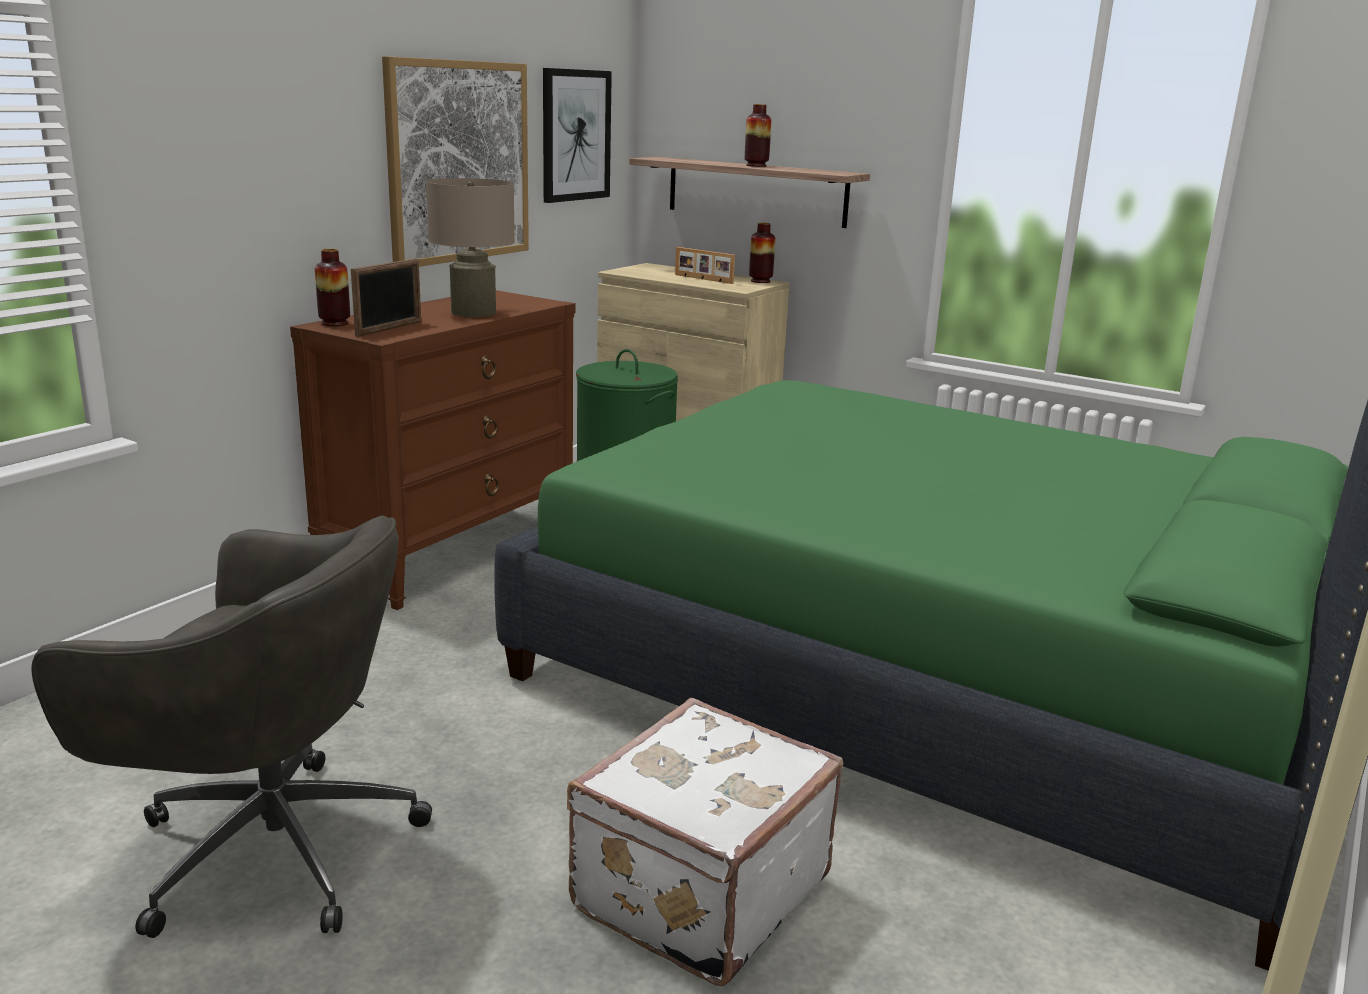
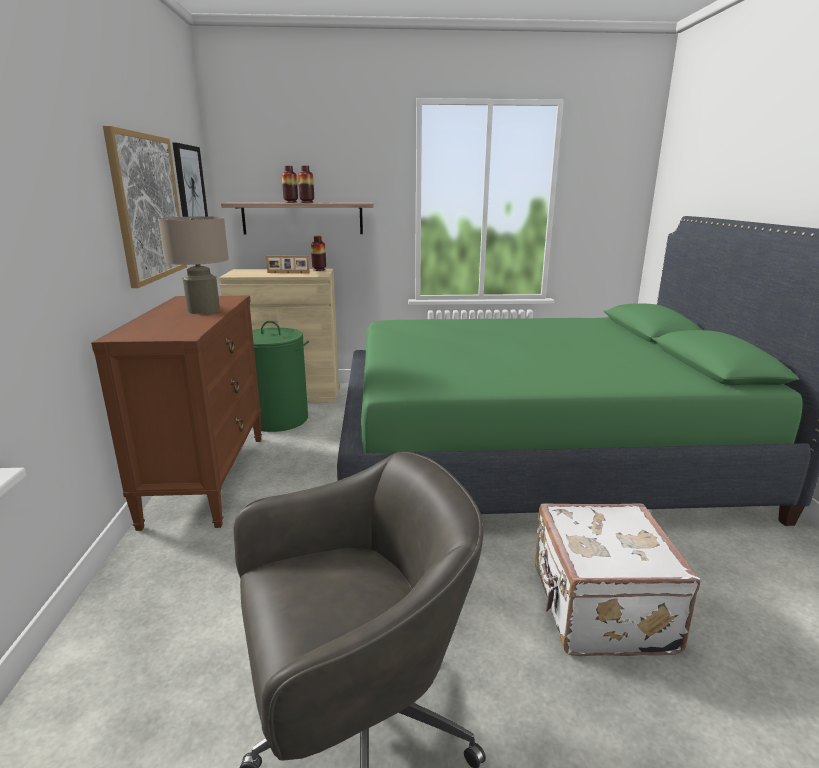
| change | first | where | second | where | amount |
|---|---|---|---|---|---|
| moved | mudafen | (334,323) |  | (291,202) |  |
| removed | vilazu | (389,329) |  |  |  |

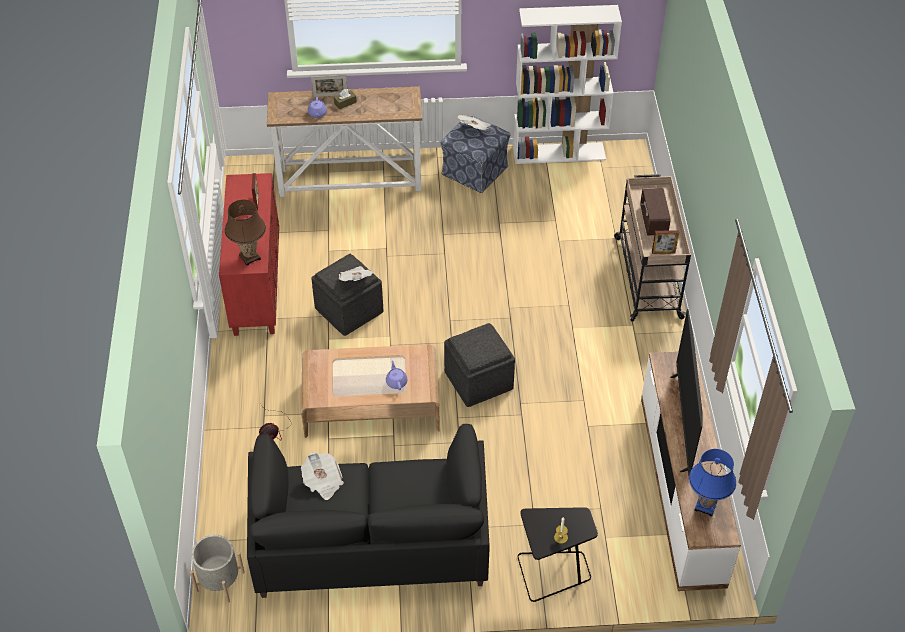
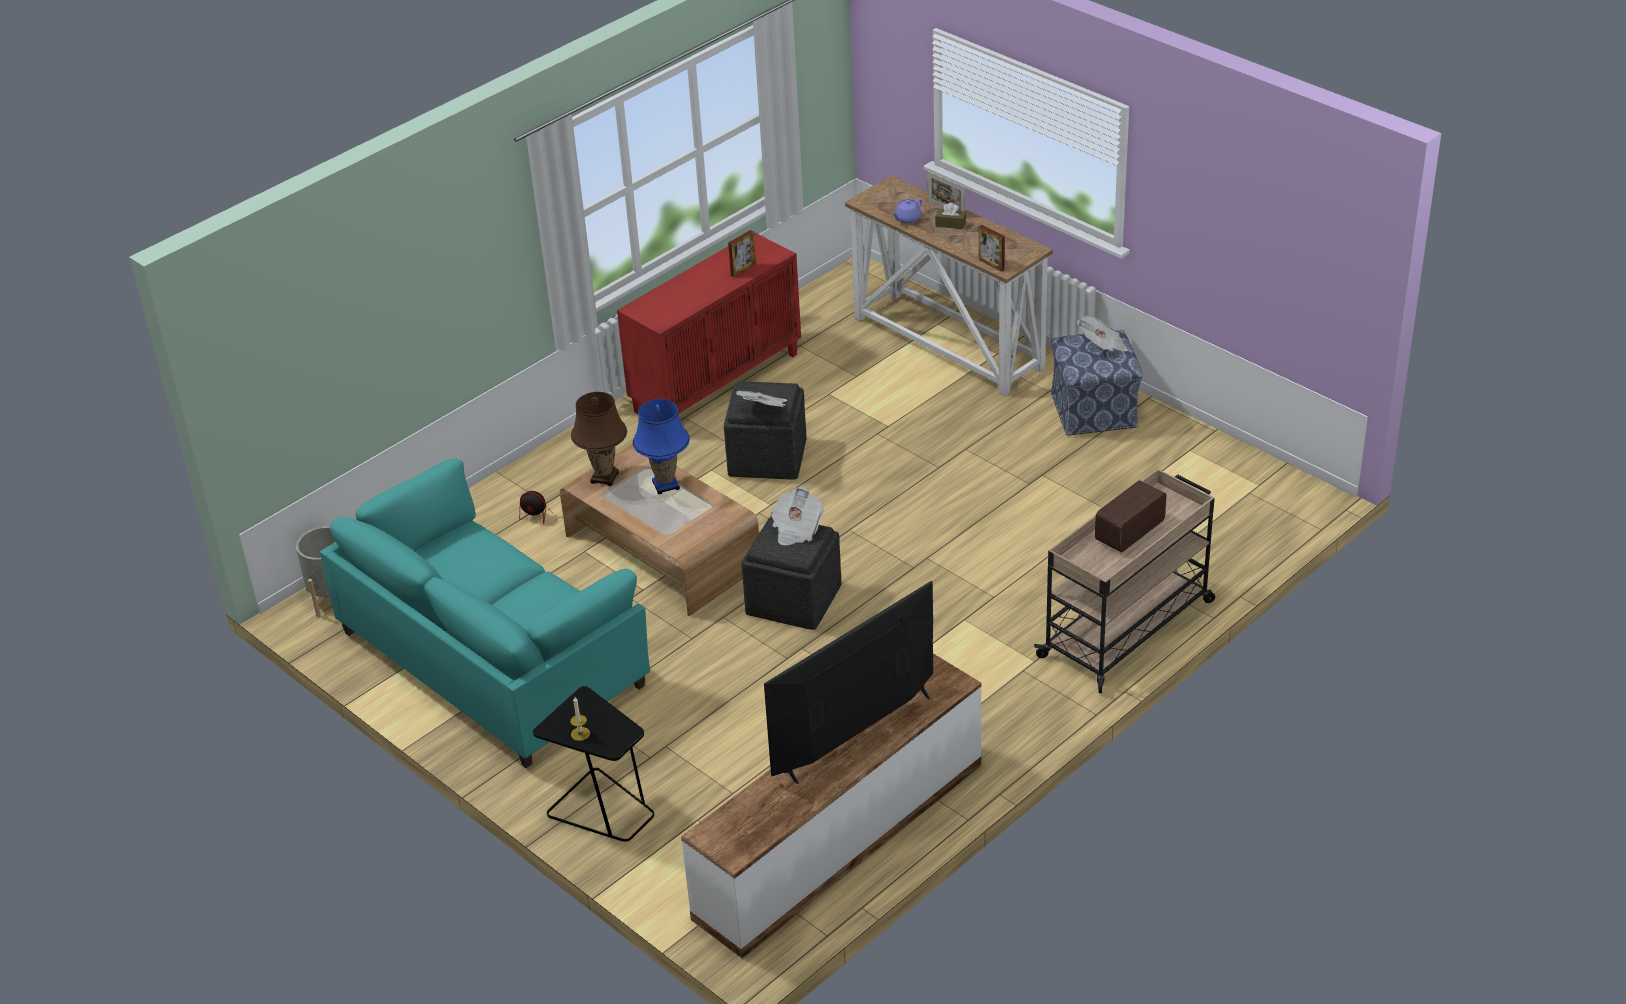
| change | first | where | second | where | amount |
|---|---|---|---|---|---|
| moved | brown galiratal | (249,257) |  | (604,477) |  |
| recoloured | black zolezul | (371,539) | turquoise zolezul | (494,657) |  |
| moved | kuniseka | (323,482) |  | (796,529) |  |
| removed | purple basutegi | (396,382) |  |  |  |
| removed | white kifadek | (559,153) |  |  |  |
| moved | vilazu | (663,252) |  | (991,265) |  |
| moved | blue galiratal | (705,506) |  | (665,485) |  |

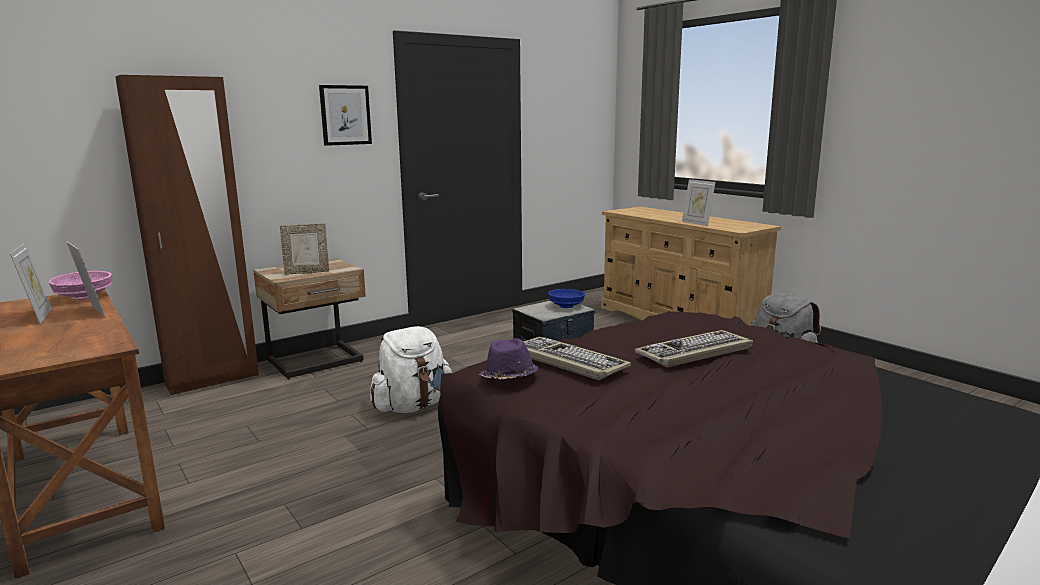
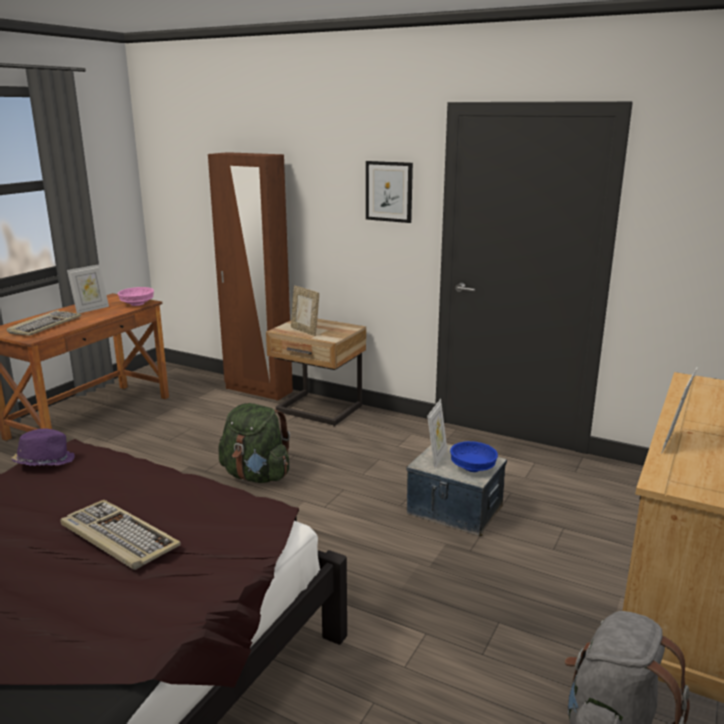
| change | first | where | second | where | amount |
|---|---|---|---|---|---|
| moved | vilazu | (91,312) |  | (436,458) |  |
| recoloured | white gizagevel | (412,406) | green gizagevel | (256,476) |  |
| moved | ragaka | (566,361) |  | (45,325) |  |

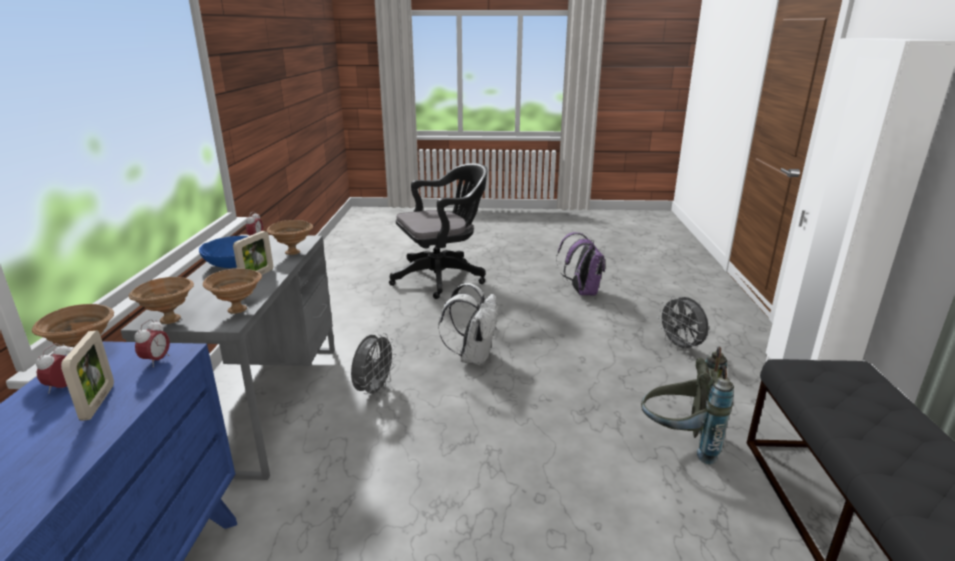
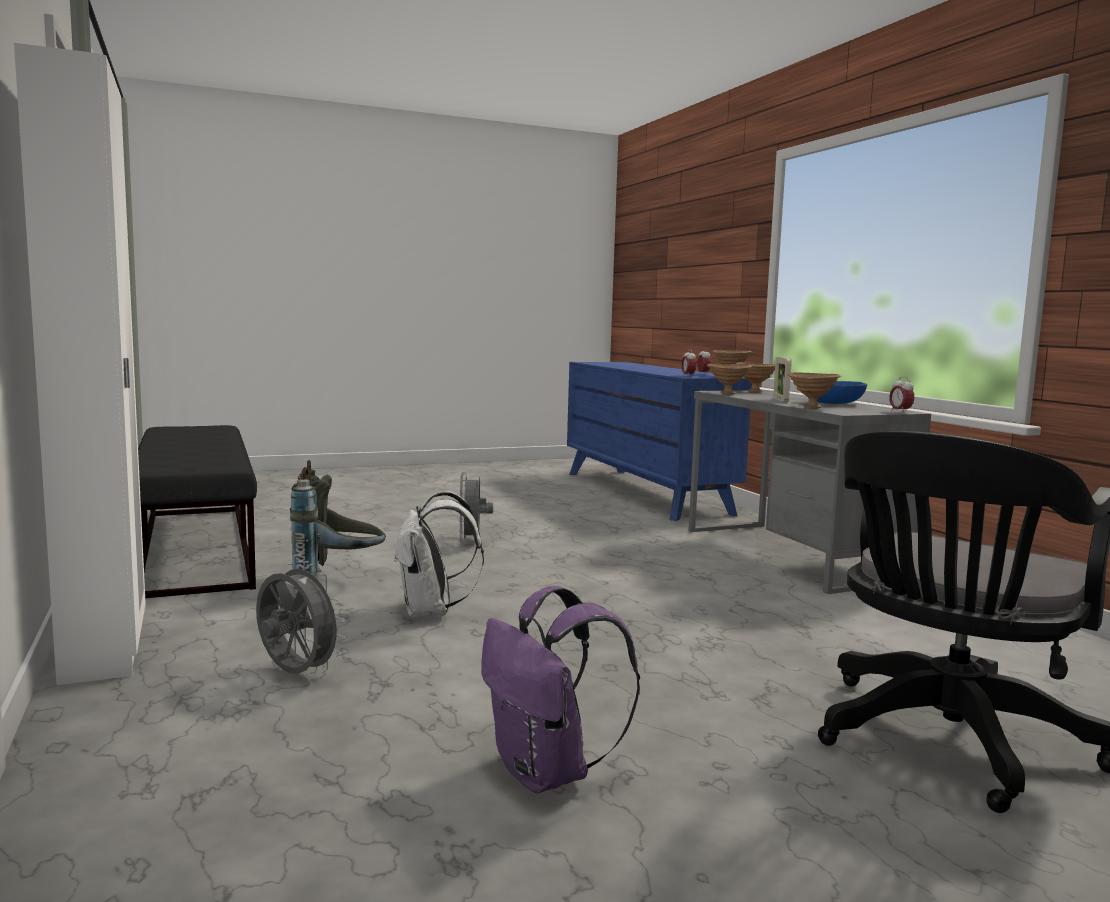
| change | first | where | second | where | amount |
|---|---|---|---|---|---|
| removed | vilazu | (98,402) |  |  |  |
| moved | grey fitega | (374,390) |  | (472,542) |  |
| moved | white gizagevel | (473,357) |  | (431,612) |  |

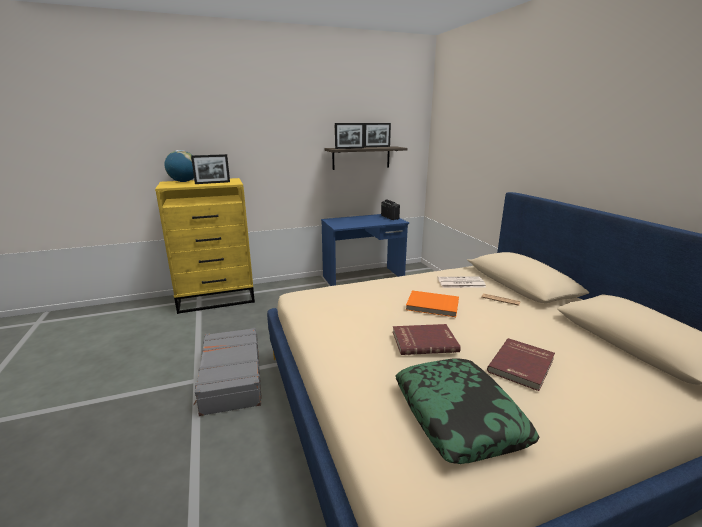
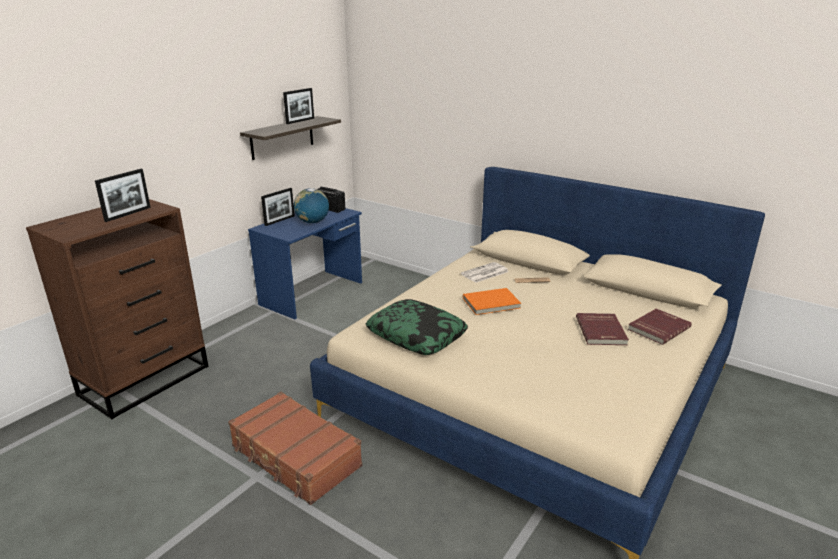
| change | first | where | second | where | amount |
|---|---|---|---|---|---|
| recoloured | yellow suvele | (217,299) | brown suvele | (146,380) |  |
| moved | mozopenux | (184,181) |  | (312,222) |  |
| recoloured | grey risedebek | (231,378) | brown risedebek | (295,457) |  |
| moved | vilazu | (349,148) |  | (279,220) |  |
| moved | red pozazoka | (424,341) |  | (657,328) |  |
| moved | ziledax | (458,417) |  | (417,335) |  |

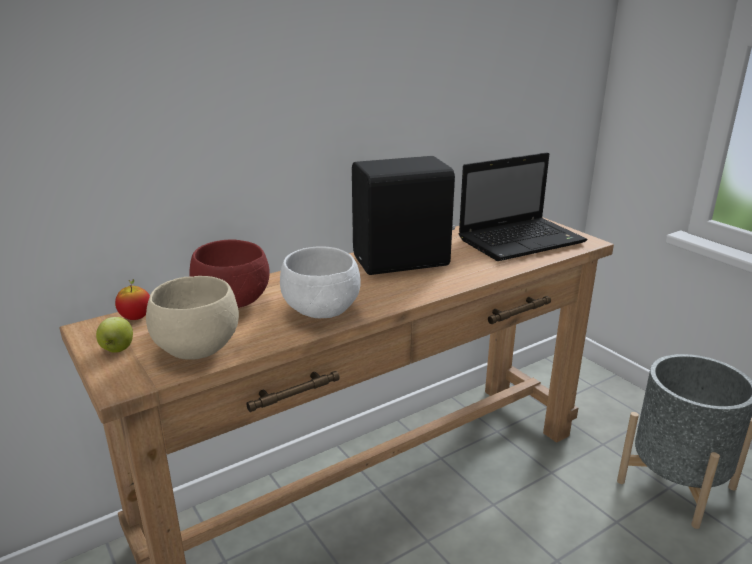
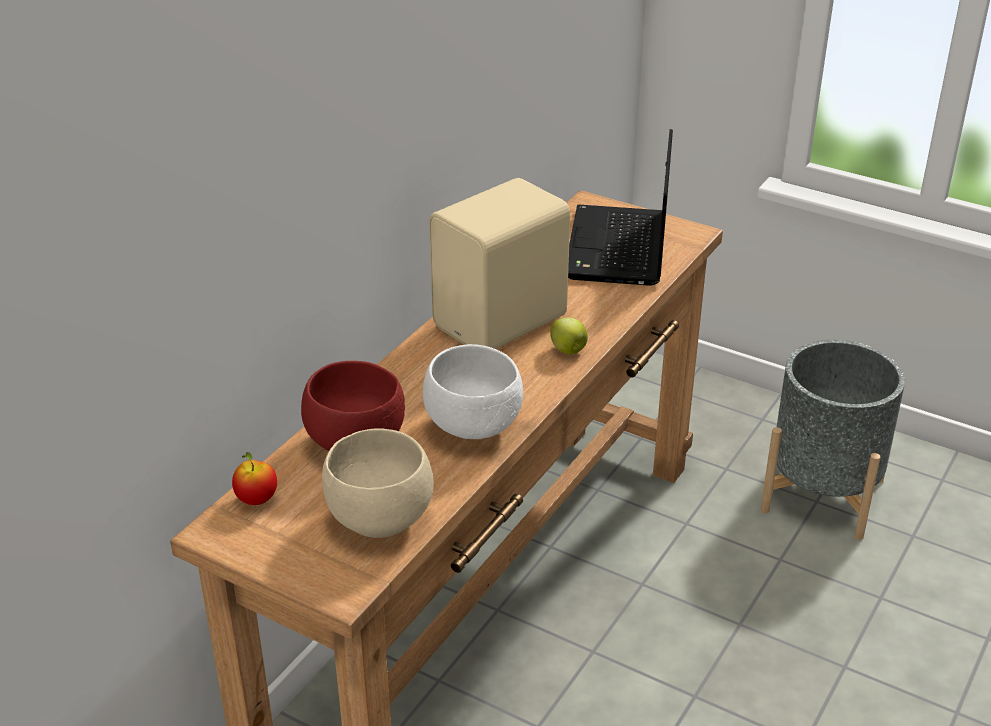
| change | first | where | second | where | amount |
|---|---|---|---|---|---|
| moved | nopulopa | (117,349) |  | (568,351) |  |
| recoloured | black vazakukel | (403,262) | beige vazakukel | (504,323) |  |
| turned | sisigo | (522,240) |  | (618,249) | 150 degrees clockwise |

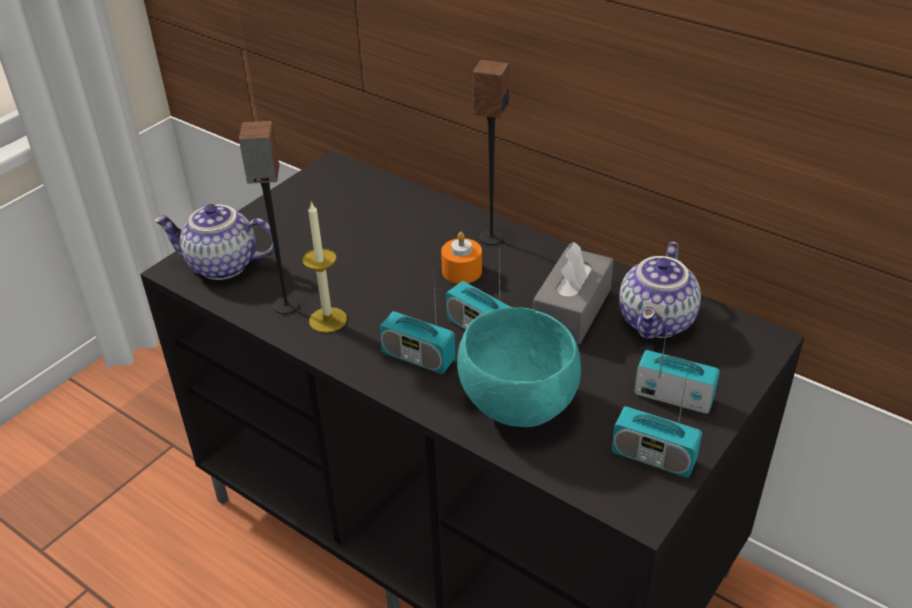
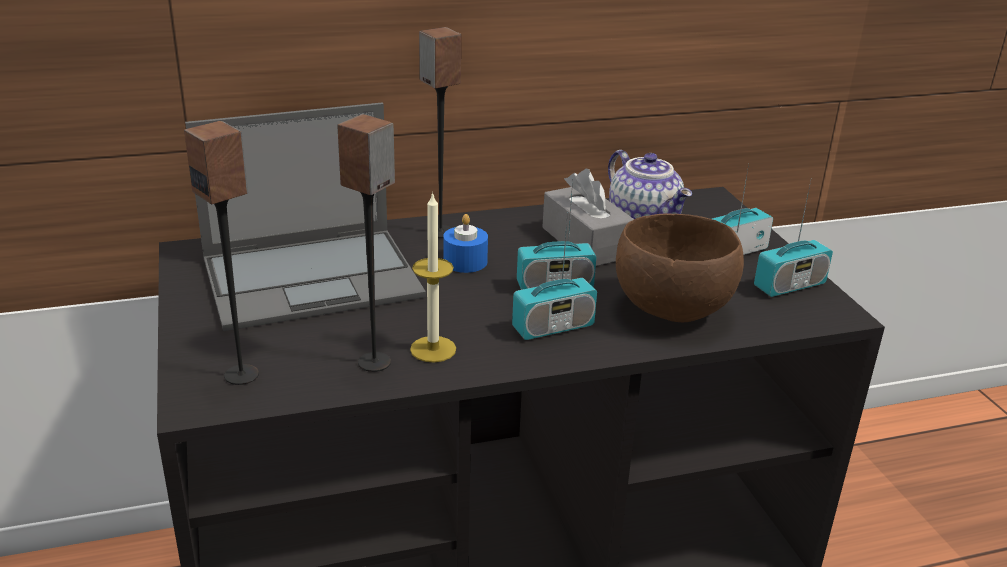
| change | first | where | second | where | amount |
|---|---|---|---|---|---|
| replaced | basutegi | (221,266) | vazakukel | (242,375) |  |
| recoloured | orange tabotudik | (462,271) | blue tabotudik | (465,261) |  |
| recoloured | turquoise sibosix | (517,406) | brown sibosix | (673,311) |  |
| added |  |  | sisigo | (314,277) |  |

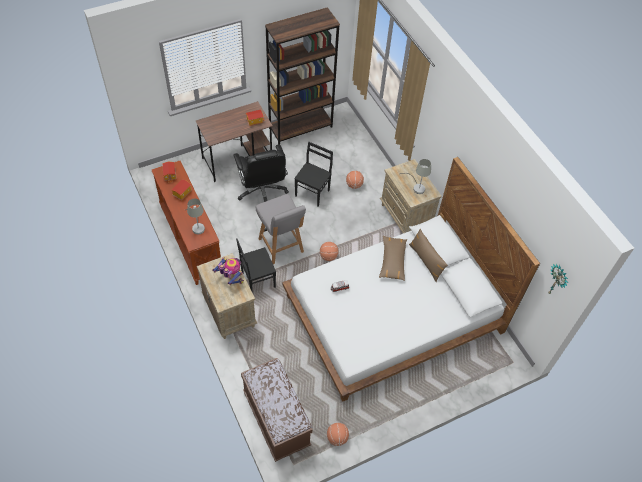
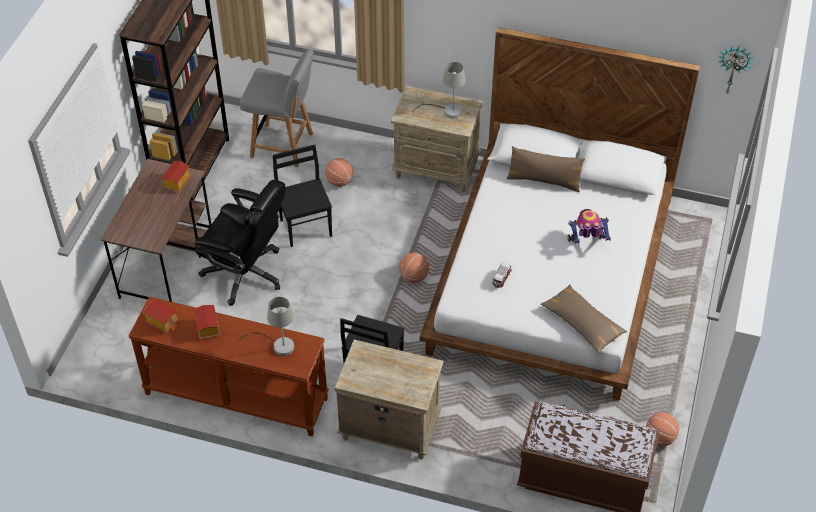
| change | first | where | second | where | amount |
|---|---|---|---|---|---|
| moved | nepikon | (230,278) |  | (586,242) |  |
| moved | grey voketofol | (281,246) |  | (283,146) |  |
| moved | brown ziledax | (392,261) |  | (582,323) |  |

